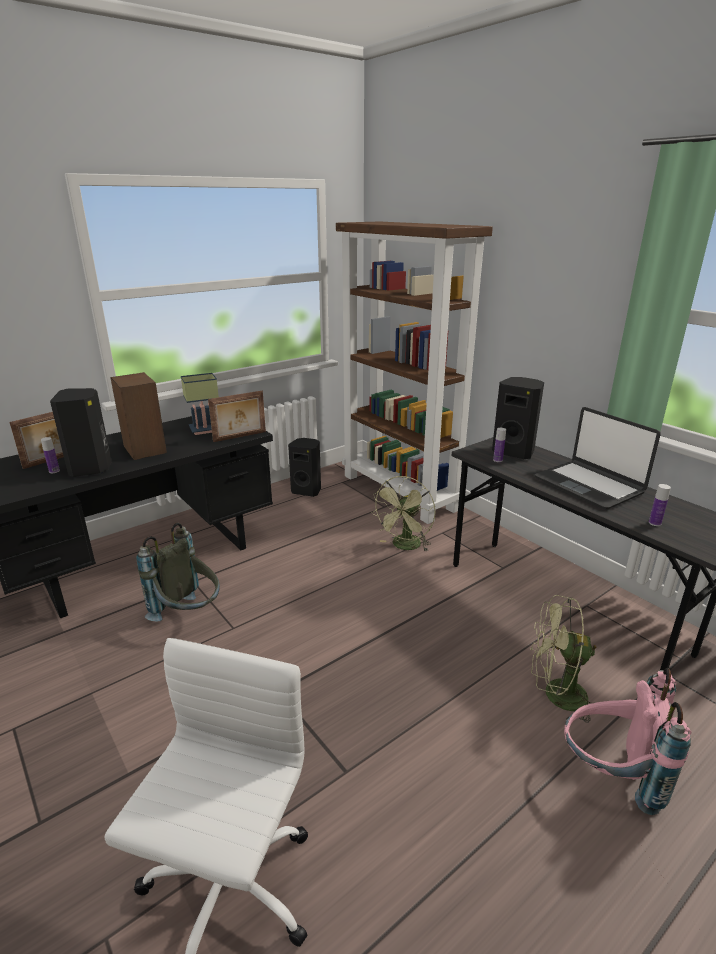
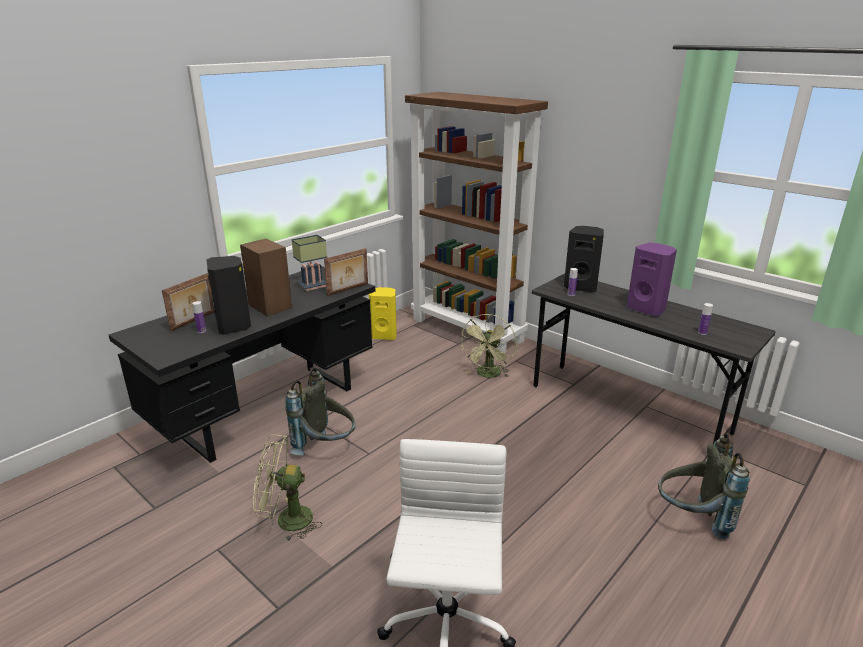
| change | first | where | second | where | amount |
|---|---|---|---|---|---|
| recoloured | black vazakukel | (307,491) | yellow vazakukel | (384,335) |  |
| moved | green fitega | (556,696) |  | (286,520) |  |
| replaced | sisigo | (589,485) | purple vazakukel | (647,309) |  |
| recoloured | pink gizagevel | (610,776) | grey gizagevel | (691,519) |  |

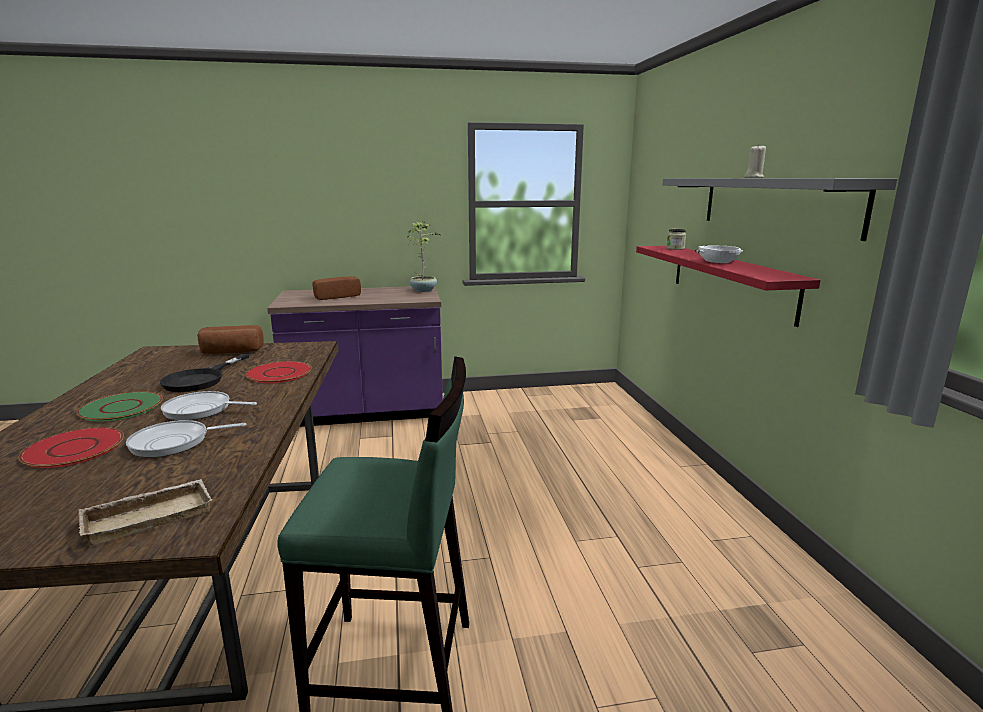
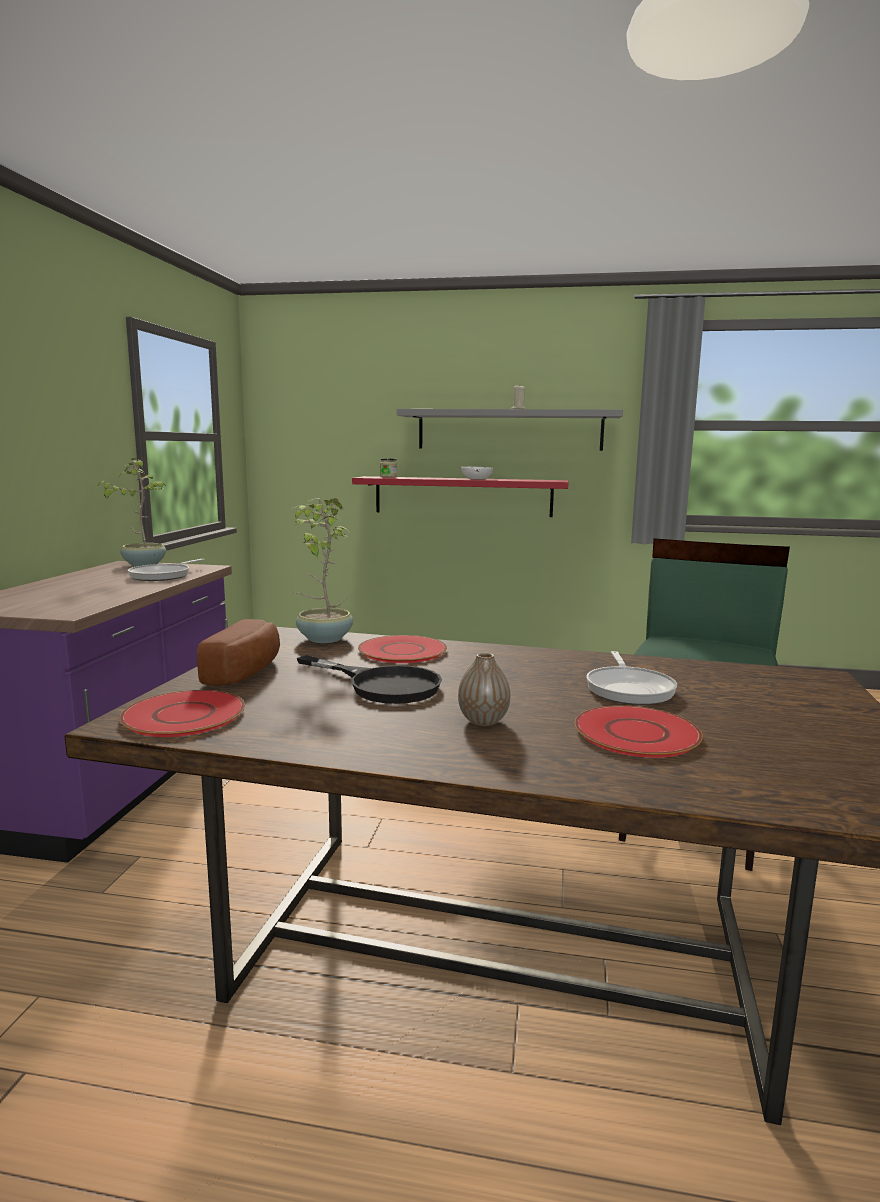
| change | first | where | second | where | amount |
|---|---|---|---|---|---|
| replaced | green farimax | (121,408) | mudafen | (483,721) |  |
| removed | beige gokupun | (150,516) |  |  |  |
| moved | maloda | (201,410) |  | (163,575) |  |
| removed | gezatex | (336,296) |  |  |  |
| added |  |  | red farimax | (184,715) |  |
| added |  |  | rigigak | (323,639) |  |

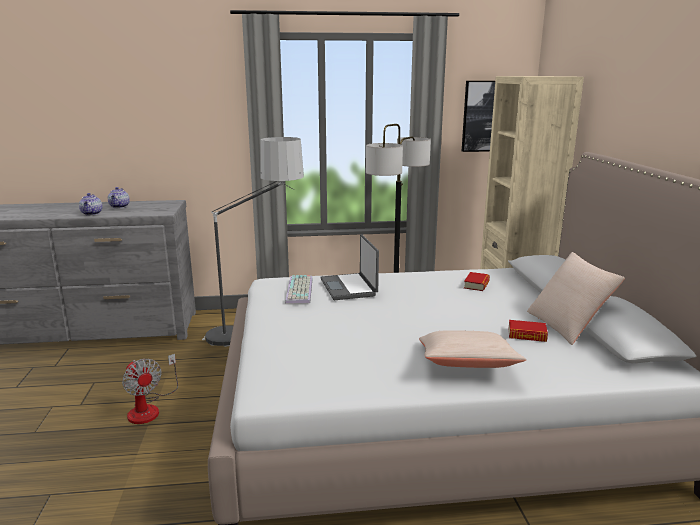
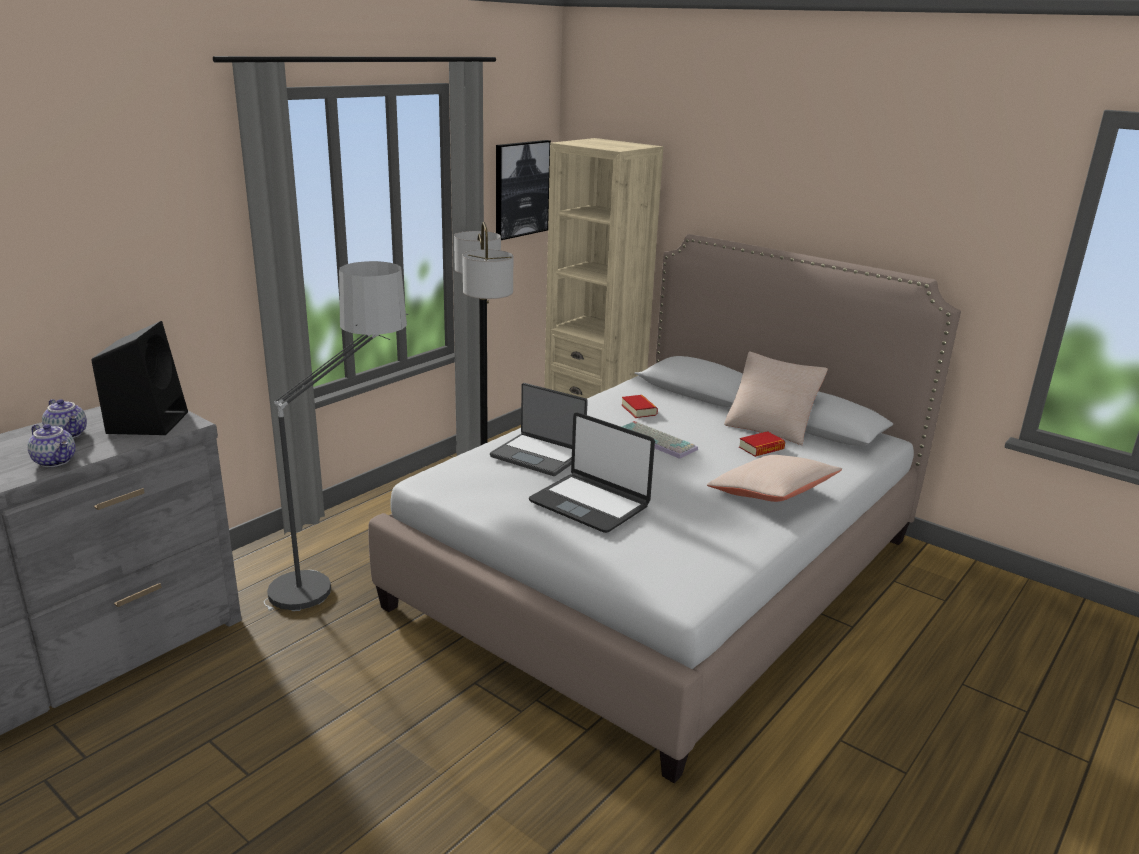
| change | first | where | second | where | amount |
|---|---|---|---|---|---|
| removed | fitega | (149,408) |  |  |  |
| moved | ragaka | (300,290) |  | (657,440) |  |
| added |  |  | black vazakukel | (148,421) |  |
| added |  |  | sisigo | (590,503) |  |

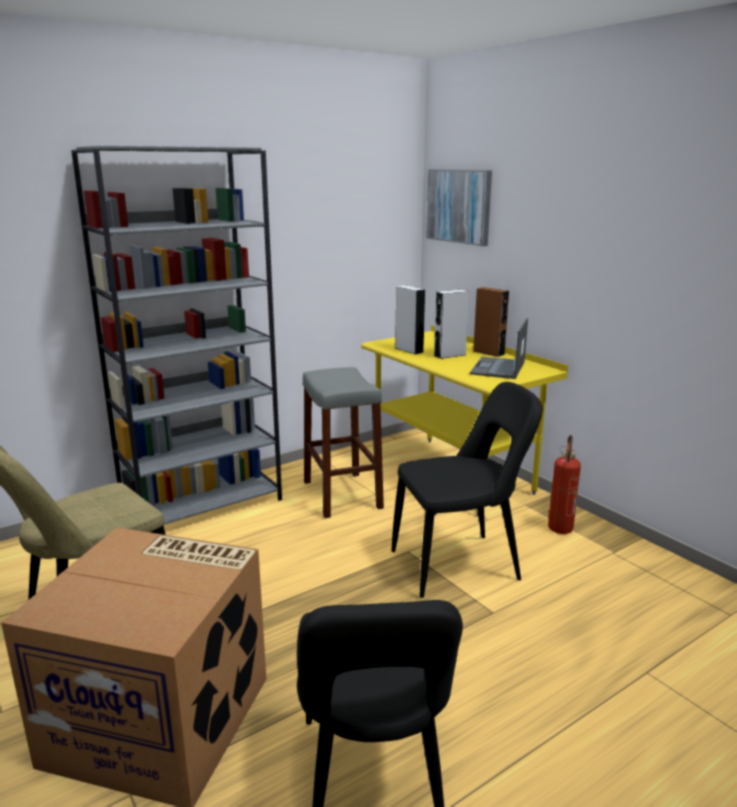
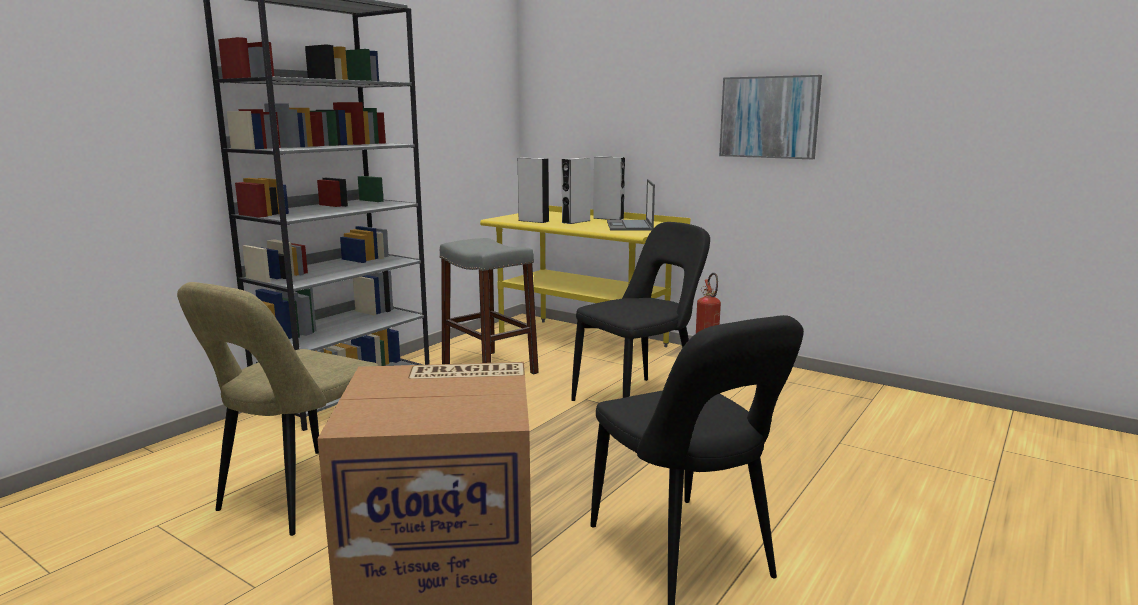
| change | first | where | second | where | amount |
|---|---|---|---|---|---|
| moved | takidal | (459,206) |  | (769,117) |  |
| recoloured | brown vazakukel | (488,352) | grey vazakukel | (608,218) |  |

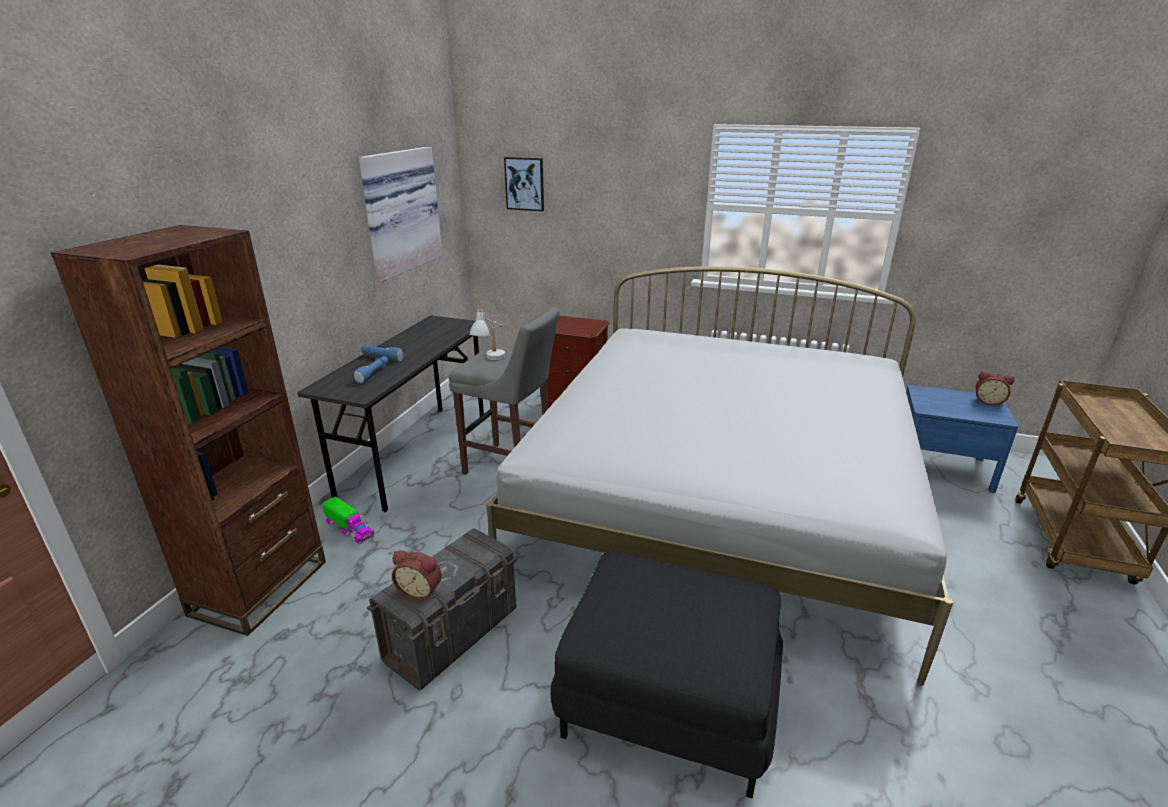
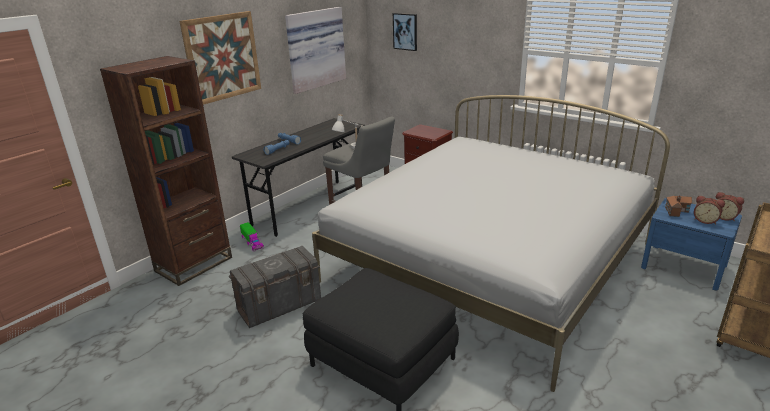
| change | first | where | second | where | amount |
|---|---|---|---|---|---|
| moved | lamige | (420,591) |  | (705,220) |  |
| added |  |  | takidal | (222,57) |  |
| added |  |  | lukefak | (676,210) |  |

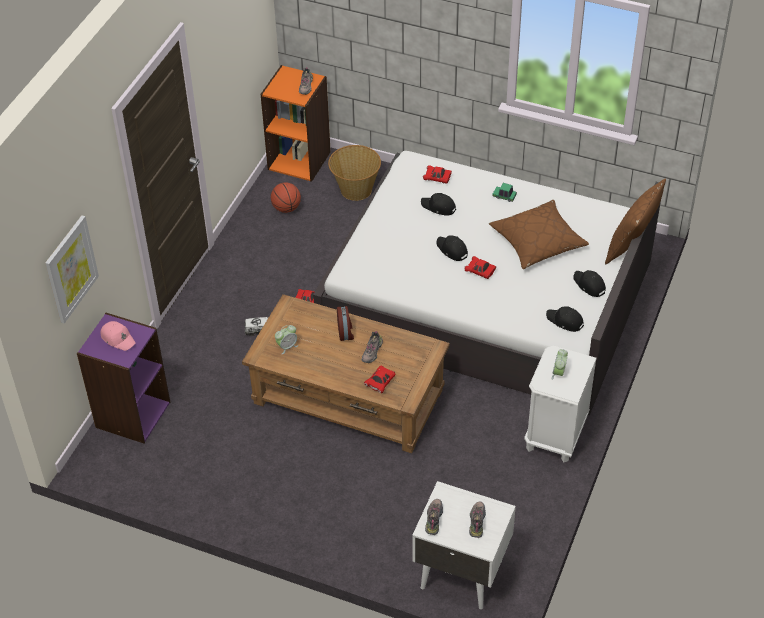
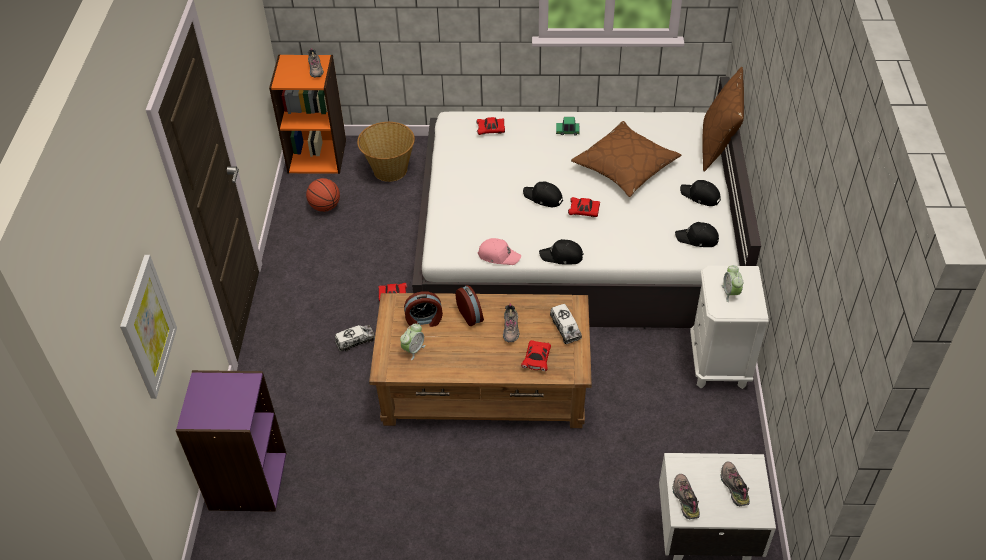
| change | first | where | second | where | amount |
|---|---|---|---|---|---|
| moved | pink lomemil | (118,338) |  | (498,255) |  |
| moved | black lomemil | (438,207) |  | (562,256) |  |
| added |  |  | lamige | (424,321) |  |
| added |  |  | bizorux | (565,329) |  |

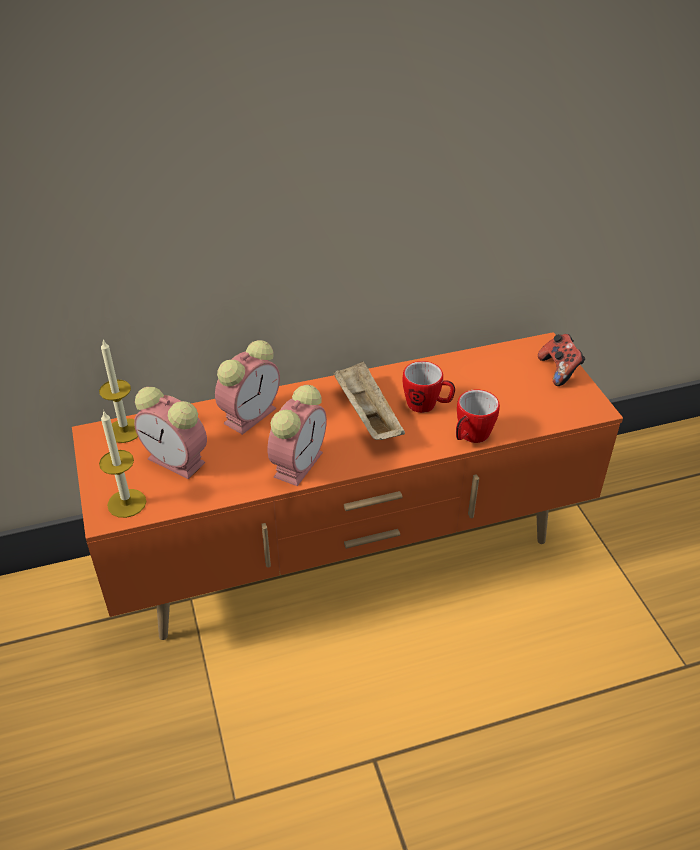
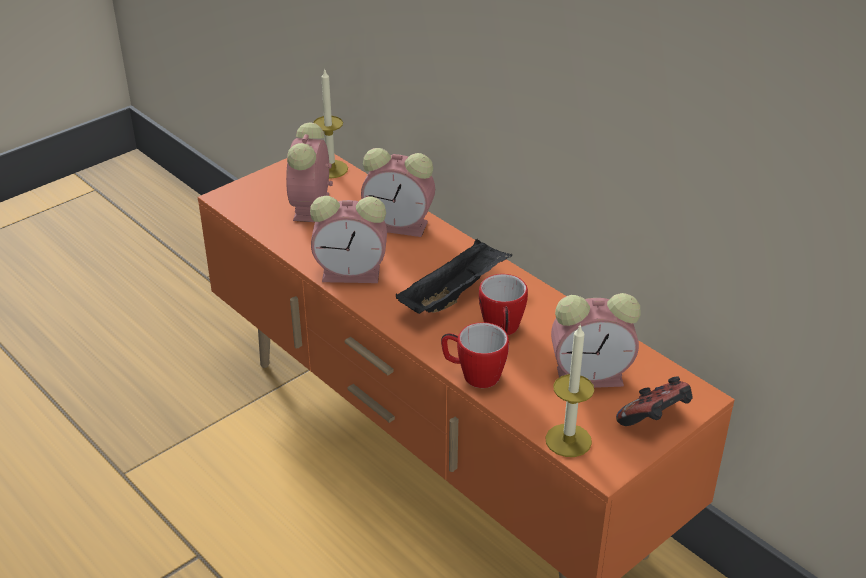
| change | first | where | second | where | amount |
|---|---|---|---|---|---|
| moved | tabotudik | (127,503) |  | (568,440) |  |
| recoloured | beige gokupun | (366,415) | black gokupun | (454,294) |  |
| added |  |  | lamige | (592,376) |  |

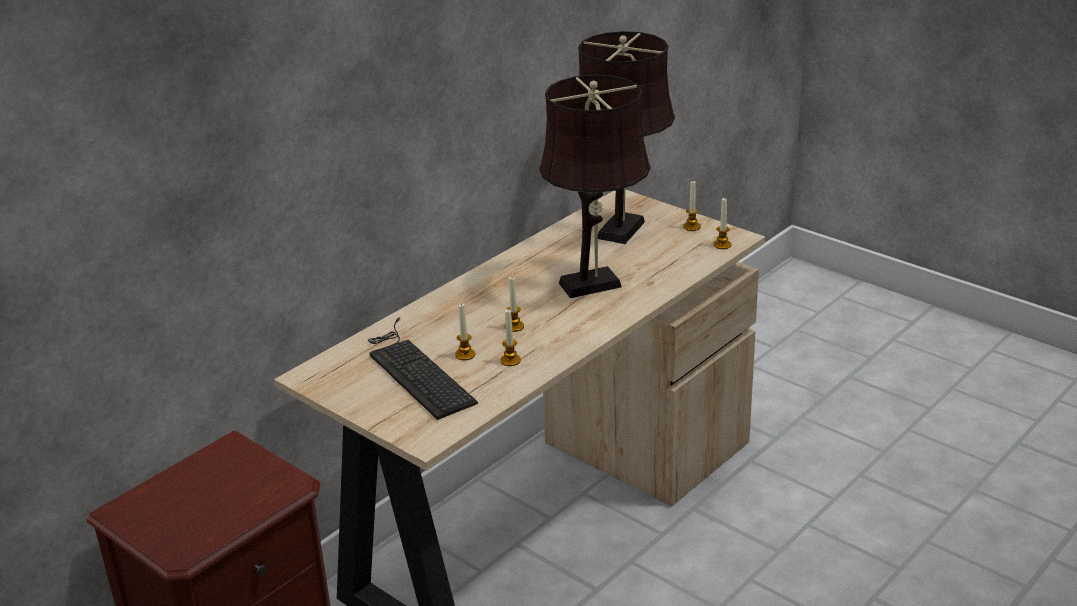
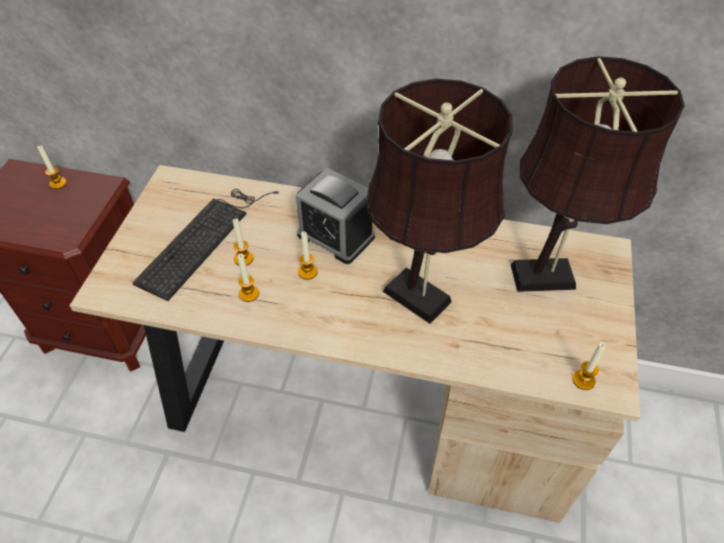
| change | first | where | second | where | amount |
|---|---|---|---|---|---|
| moved | tabotudik | (692,227) |  | (58,183) |  |
| added |  |  | lamige | (336,236) |  |

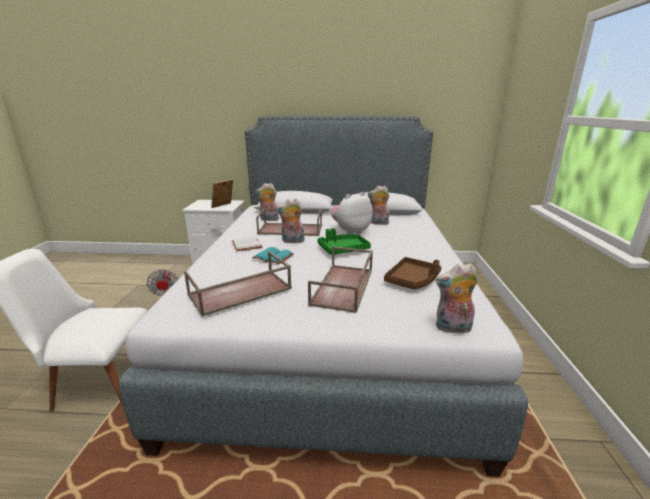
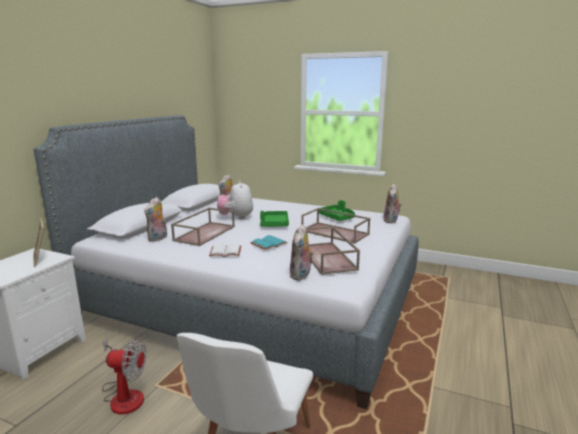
| change | first | where | second | where | amount |
|---|---|---|---|---|---|
| moved | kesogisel | (292,241) |  | (301,275) |  |
| recoloured | brown gokupun | (412,280) | green gokupun | (337,217) |  |

